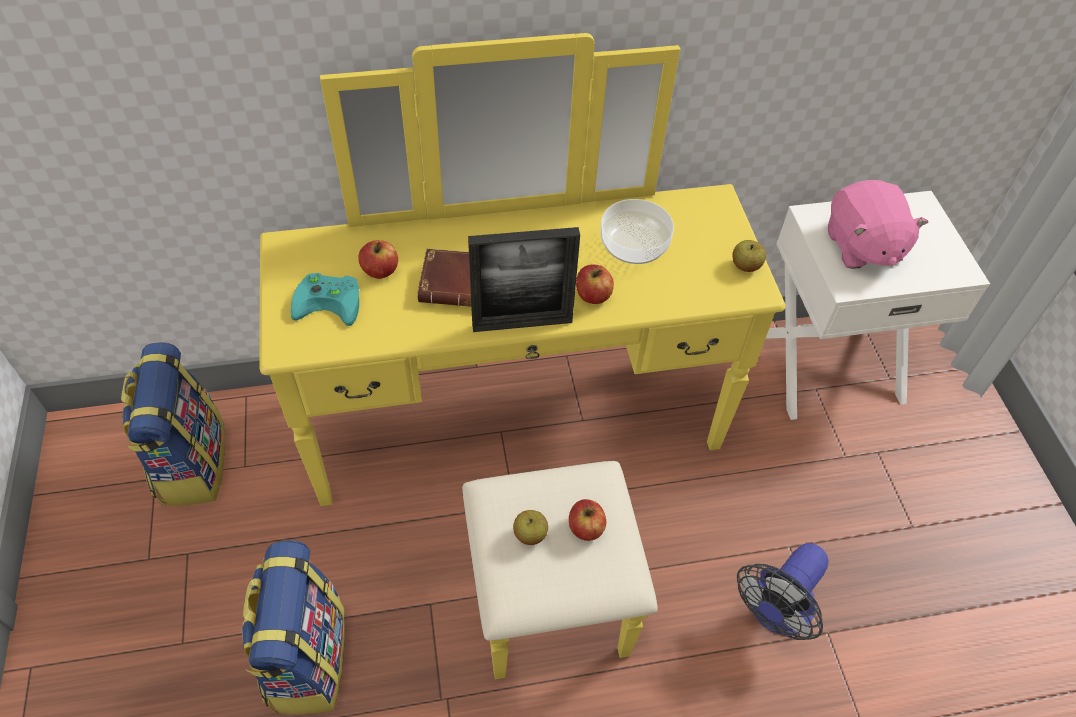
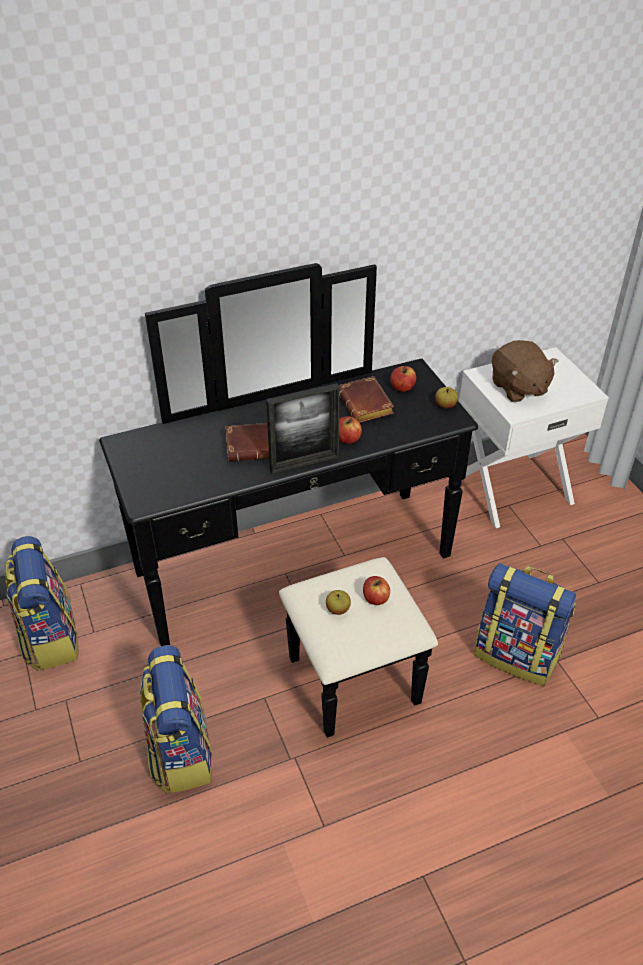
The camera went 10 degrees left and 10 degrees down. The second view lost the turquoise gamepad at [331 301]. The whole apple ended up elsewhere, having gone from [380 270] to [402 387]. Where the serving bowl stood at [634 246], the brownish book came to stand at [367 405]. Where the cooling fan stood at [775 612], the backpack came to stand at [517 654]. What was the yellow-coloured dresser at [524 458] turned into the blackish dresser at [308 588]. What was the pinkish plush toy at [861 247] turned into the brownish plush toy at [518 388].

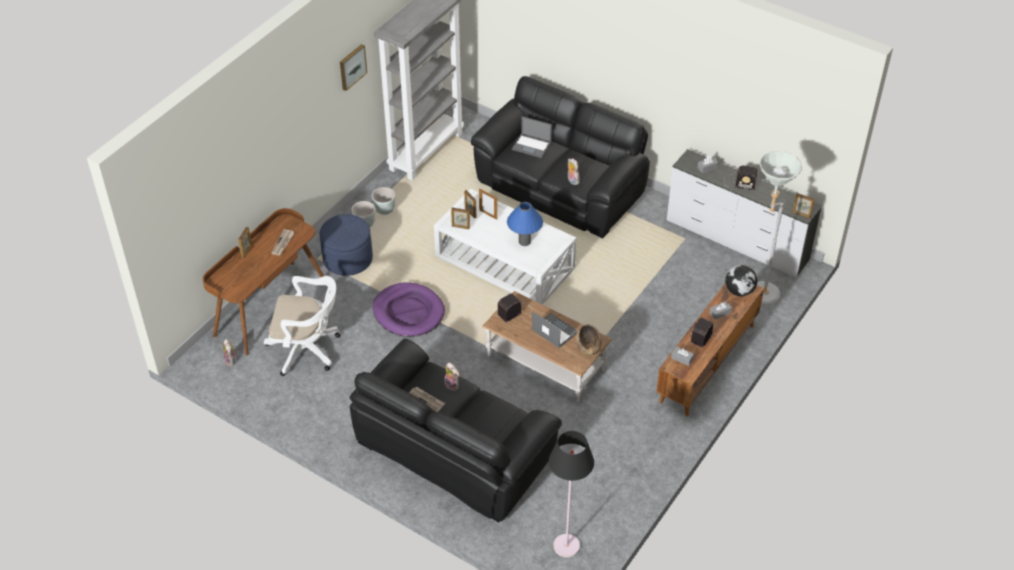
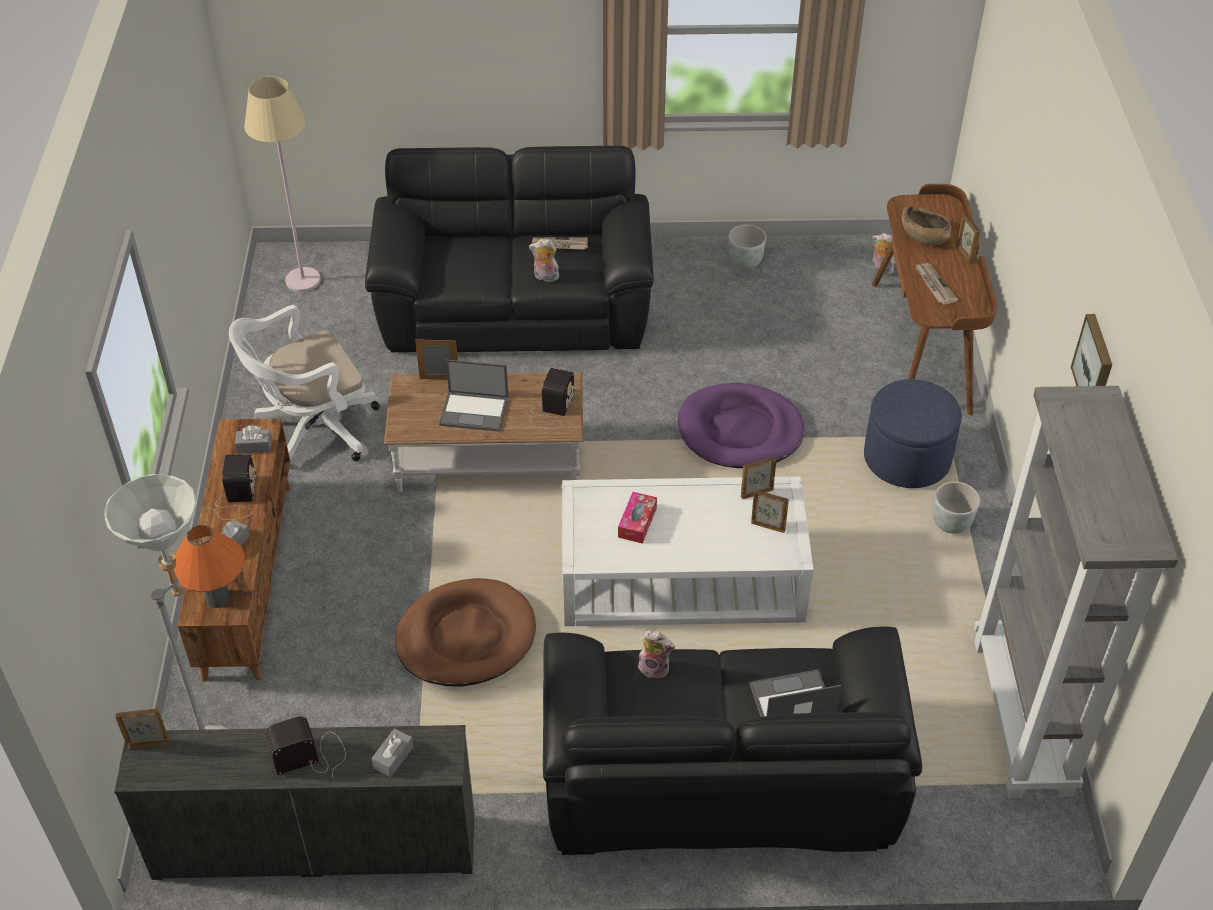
The camera went 145 degrees right and 0 degrees up. The second view gained the brownish dog bed at [466 637]. The white office chair ended up elsewhere, having gone from [308 350] to [312 430]. The grey planter ended up elsewhere, having gone from [385 209] to [745 262]. The picture frame ended up elsewhere, having gone from [488 215] to [439 379]. The brownish serving bowl ended up elsewhere, having gone from [588 346] to [923 235]. Where the blue-coloured tabletop lamp stood at [524 241], the tissue holder came to stand at [637 522]. Where the globe stood at [739 291], the orange-coloured tabletop lamp came to stand at [218 598]. What was the blackish floor lamp at [566 546] turned into the beige floor lamp at [303 280]. What was the white dresser at [737 240] turned into the blackish dresser at [315 846].

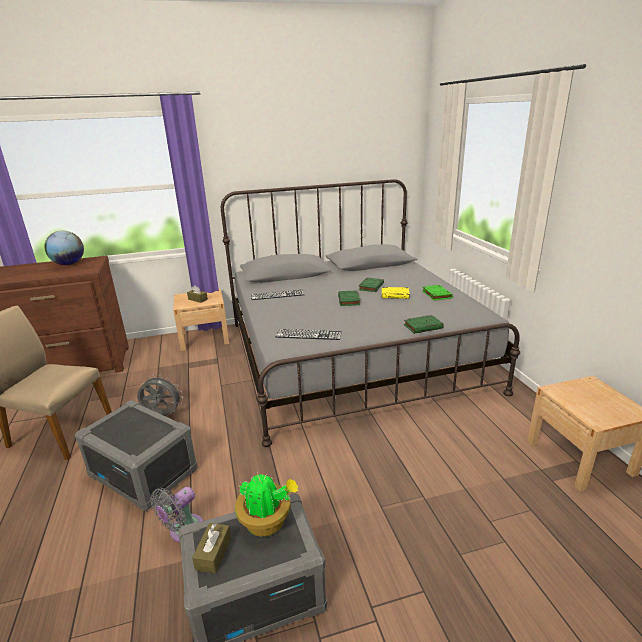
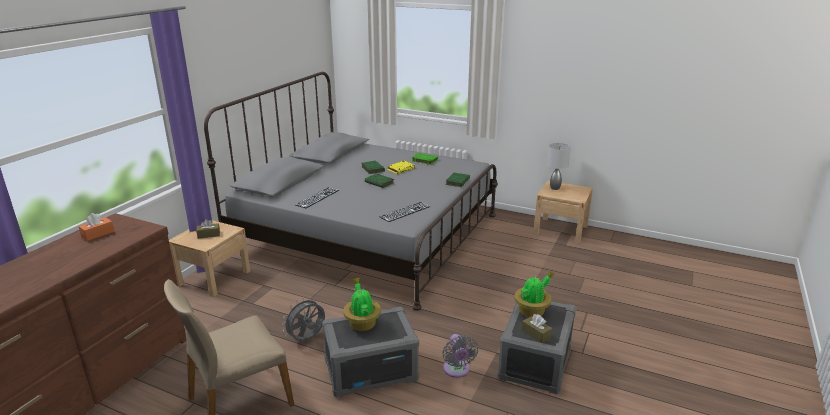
The camera went 50 degrees left and 0 degrees up. The second view gained the potted plant at [362 323]. The second view gained the grey tabletop lamp at [555 188]. Where the globe stood at [69 264], the orange-coloured tissue holder came to stand at [98 234].

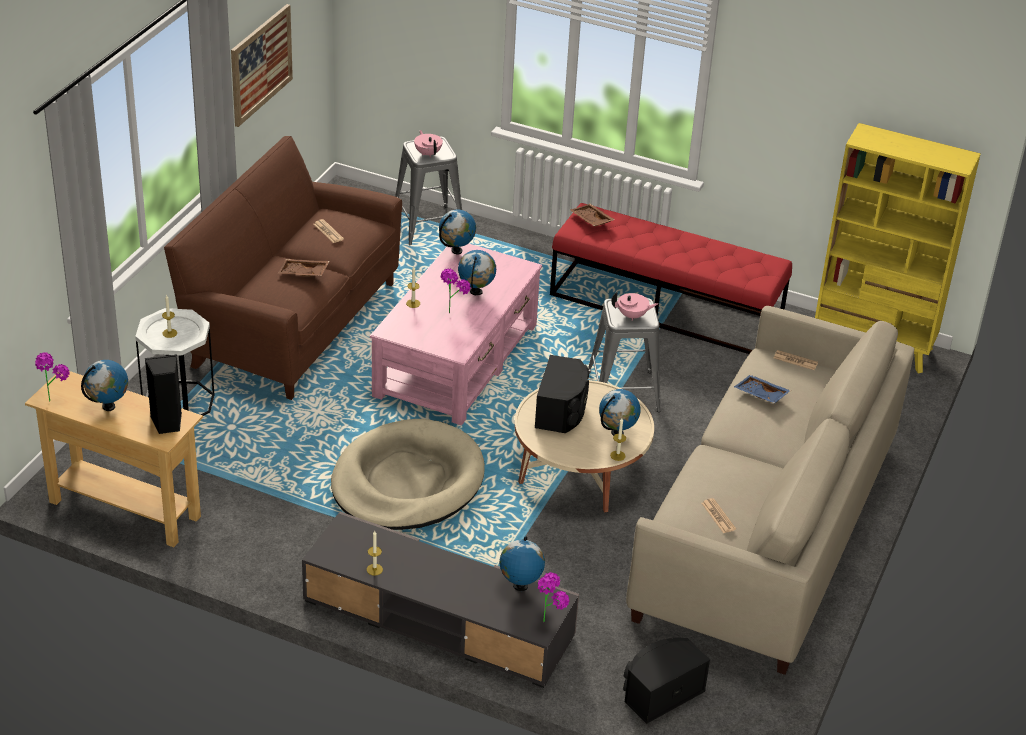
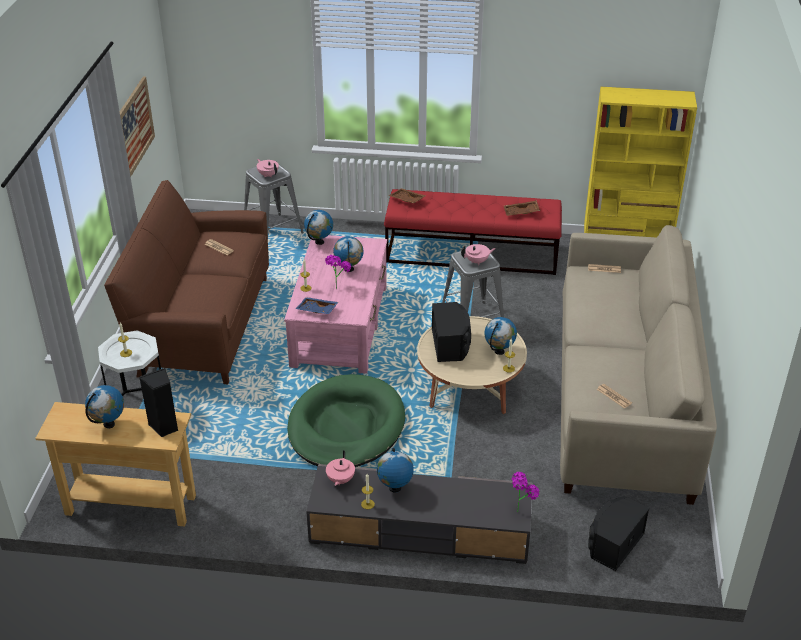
The camera went 15 degrees left and 0 degrees up. The second view lost the potted plant at [53 397]. The second view gained the pinkish pot for tea at [340 480]. The brownish carrying tray ended up elsewhere, having gone from [303 273] to [521 213]. The globe ended up elsewhere, having gone from [520 586] to [395 488]. The blue-coloured carrying tray ended up elsewhere, having gone from [760 395] to [316 310]. What was the beige dog bed at [407 482] turned into the greenish dog bed at [346 427].

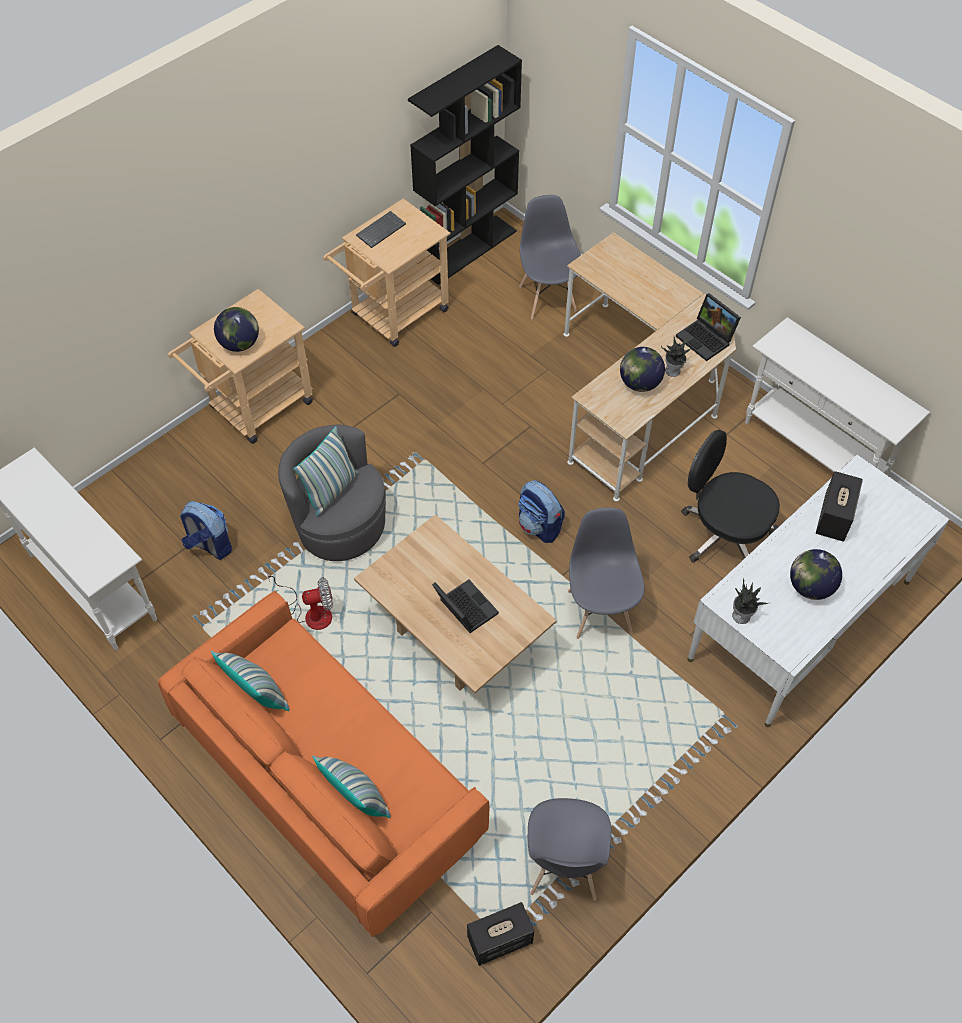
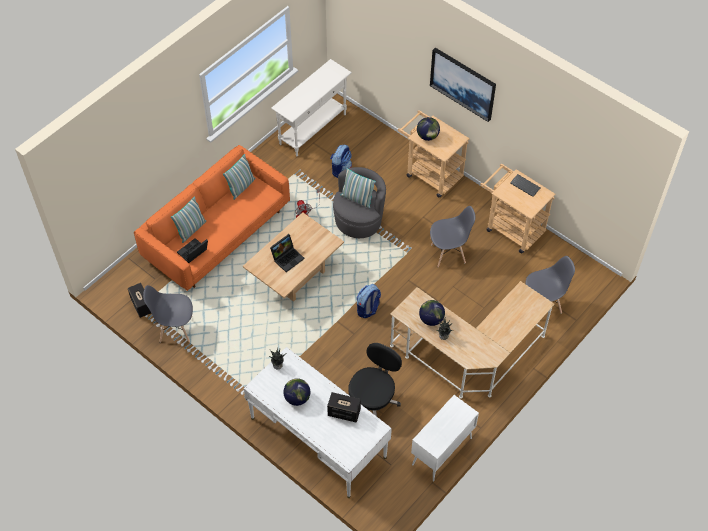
The camera went 85 degrees right and 0 degrees up. The second view lost the blackish bookcase at [467 249]. The second view gained the picture at [463 83]. The grey plain chair ended up elsewhere, having gone from [600 611] to [448 253]. The portable computer ended up elsewhere, having gone from [707 339] to [193 253]. Where the white narrow table stood at [814 450], the white storage cabinet came to stand at [441 452].

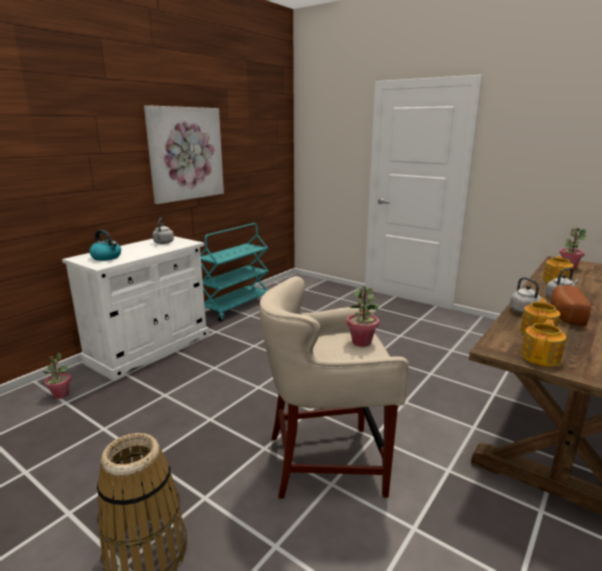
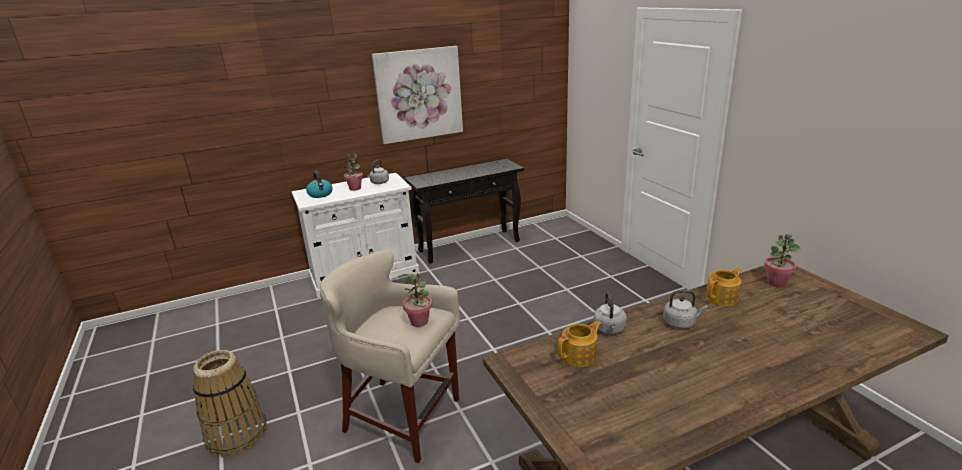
The camera went 30 degrees right and 5 degrees up. The second view lost the pot for tea at [541 357]. The second view lost the bakery bread at [564 315]. The potted plant ended up elsewhere, having gone from [61 395] to [355 188]. Where the turquoise wheeled cart stood at [236 306], the blackish narrow table came to stand at [470 246].

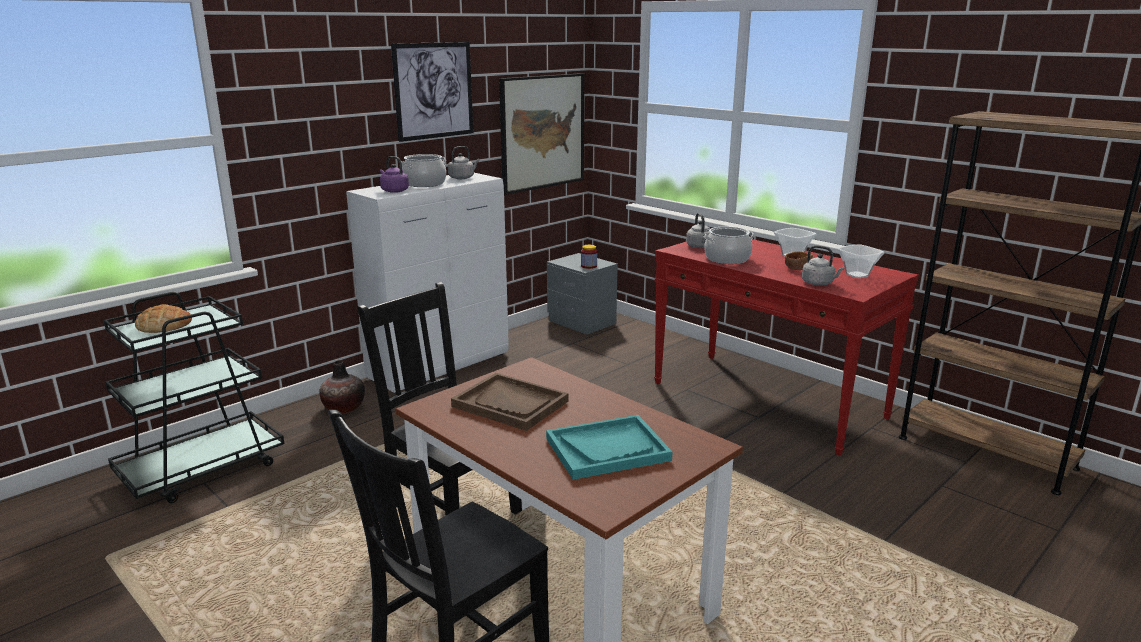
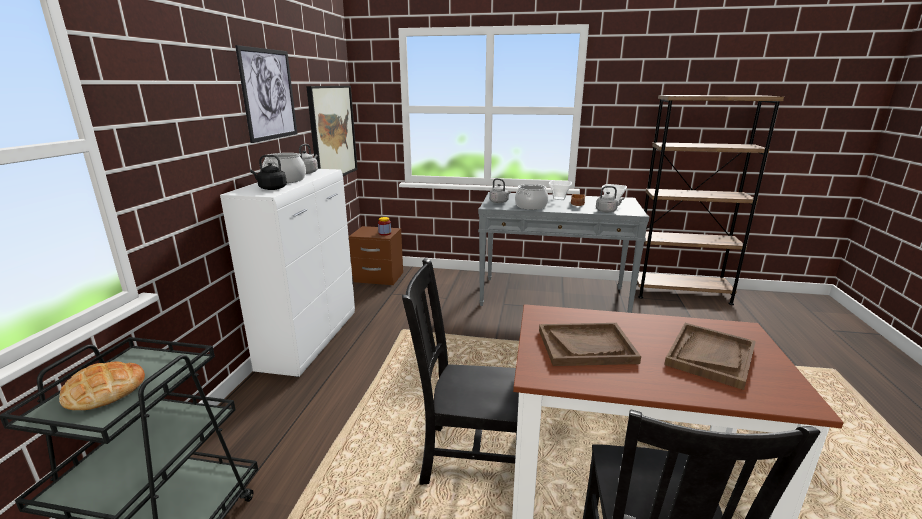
The camera went 35 degrees left and 0 degrees up. The second view lost the flower vase at [344 408]. What was the purplish tea kettle at [394 191] turned into the blackish tea kettle at [271 188]. What was the turquoise carrying tray at [607 449] turned into the brownish carrying tray at [710 356]. What was the grey nightstand at [581 322] turned into the brownish nightstand at [378 278]. What was the reddish narrow table at [768 400] turned into the grey narrow table at [553 296].

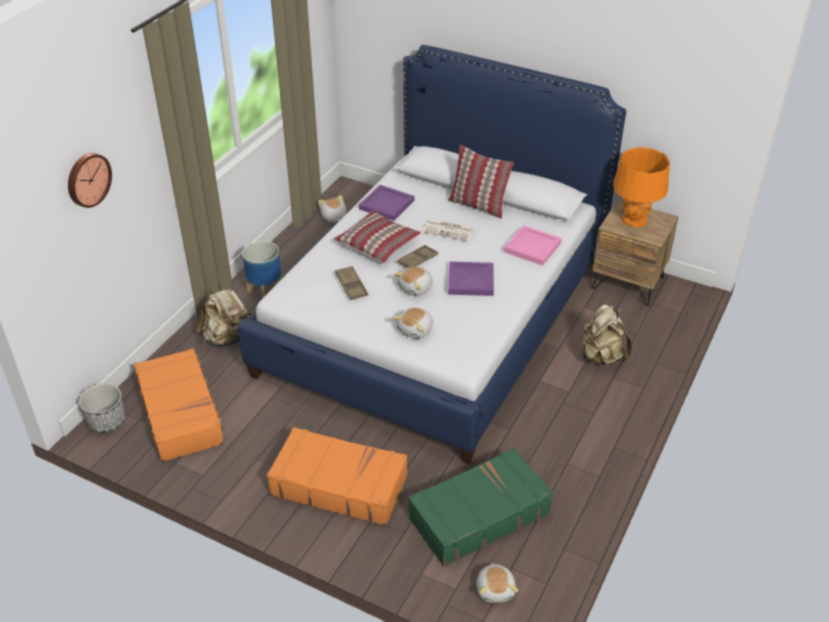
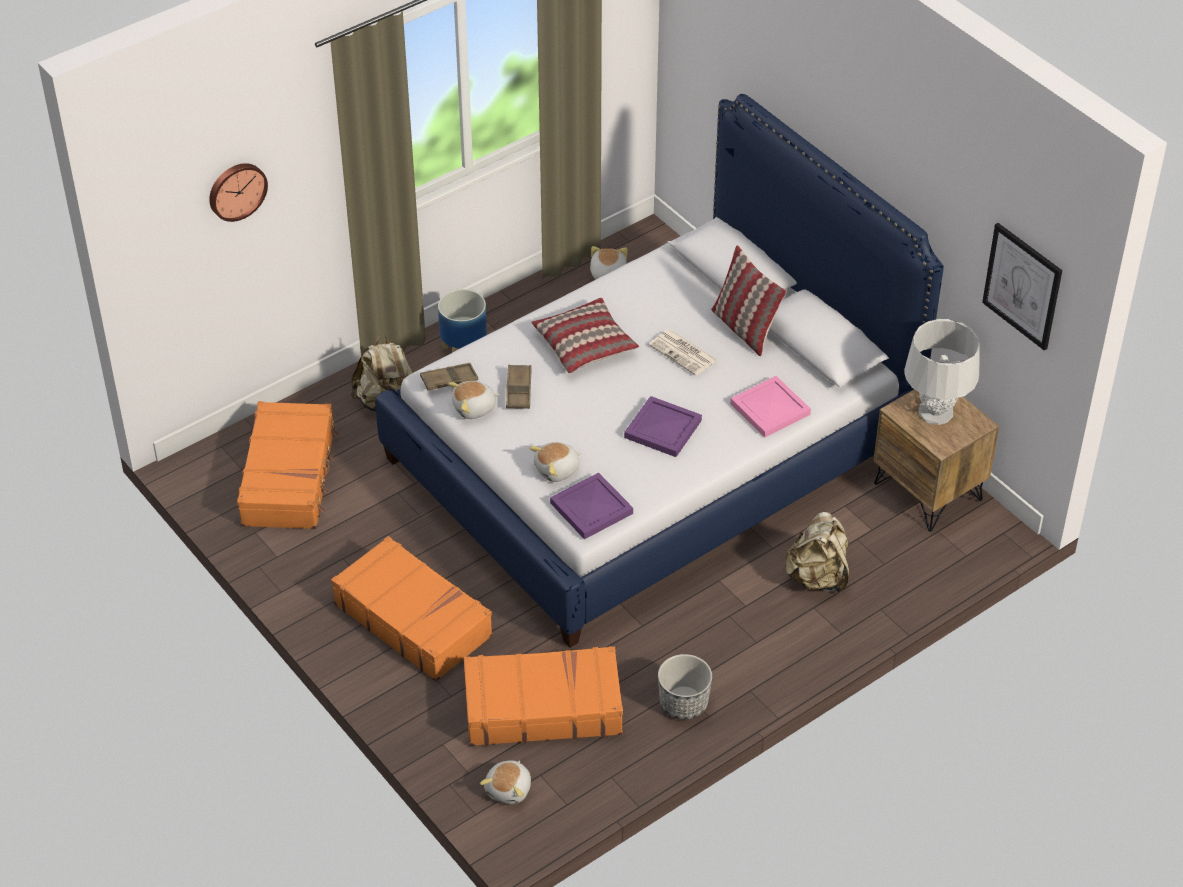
The camera went 25 degrees right and 5 degrees up. The second view gained the picture at [1022 286]. The planter ended up elsewhere, having gone from [107 422] to [683 703]. The purplish carrying tray ended up elsewhere, having gone from [387 205] to [591 509]. The plush toy ended up elsewhere, having gone from [416 288] to [474 408]. The brownish carrying tray ended up elsewhere, having gone from [417 260] to [449 380]. What was the greenish piece of luggage at [478 515] turned into the orange-coloured piece of luggage at [542 707]. What was the orange-coloured tabletop lamp at [634 220] turned into the grey tabletop lamp at [935 412].

